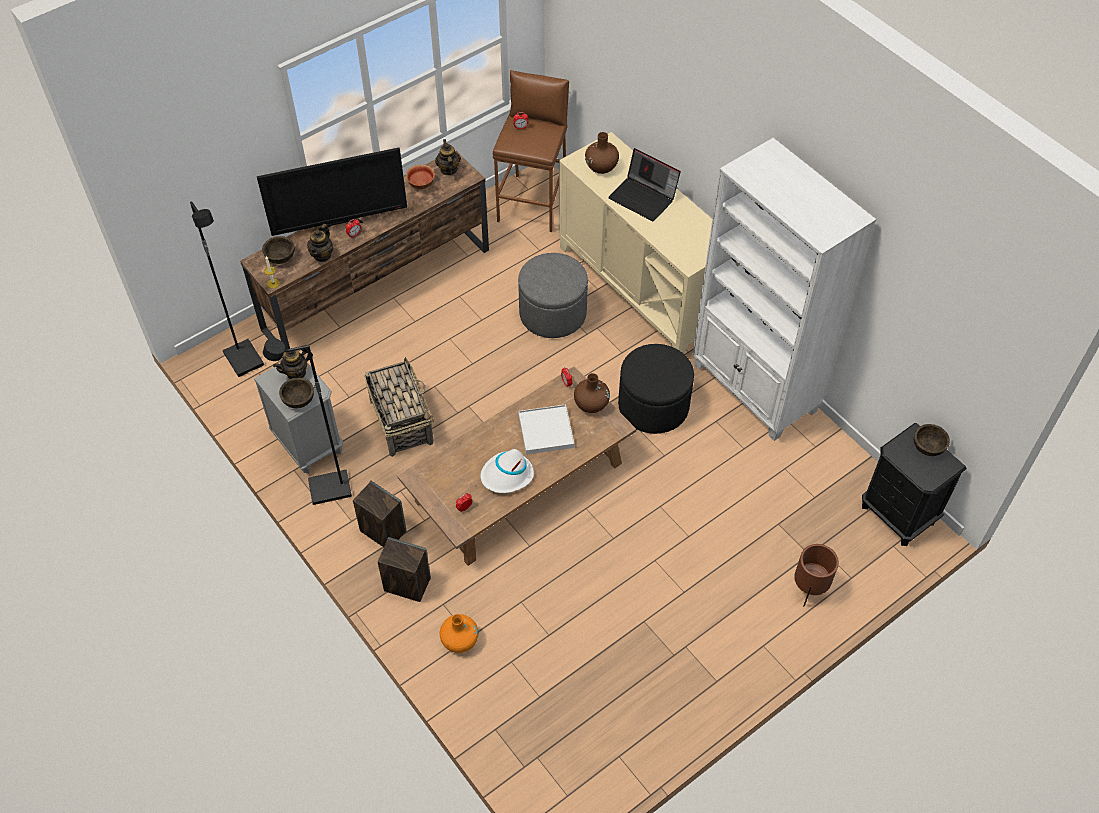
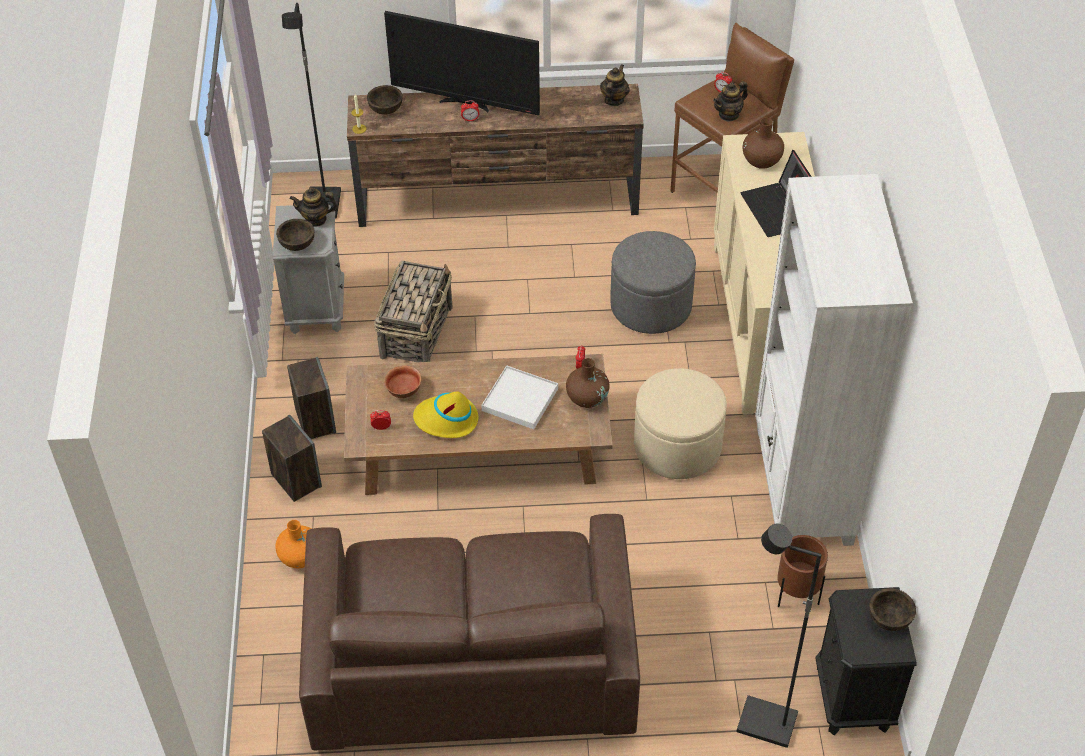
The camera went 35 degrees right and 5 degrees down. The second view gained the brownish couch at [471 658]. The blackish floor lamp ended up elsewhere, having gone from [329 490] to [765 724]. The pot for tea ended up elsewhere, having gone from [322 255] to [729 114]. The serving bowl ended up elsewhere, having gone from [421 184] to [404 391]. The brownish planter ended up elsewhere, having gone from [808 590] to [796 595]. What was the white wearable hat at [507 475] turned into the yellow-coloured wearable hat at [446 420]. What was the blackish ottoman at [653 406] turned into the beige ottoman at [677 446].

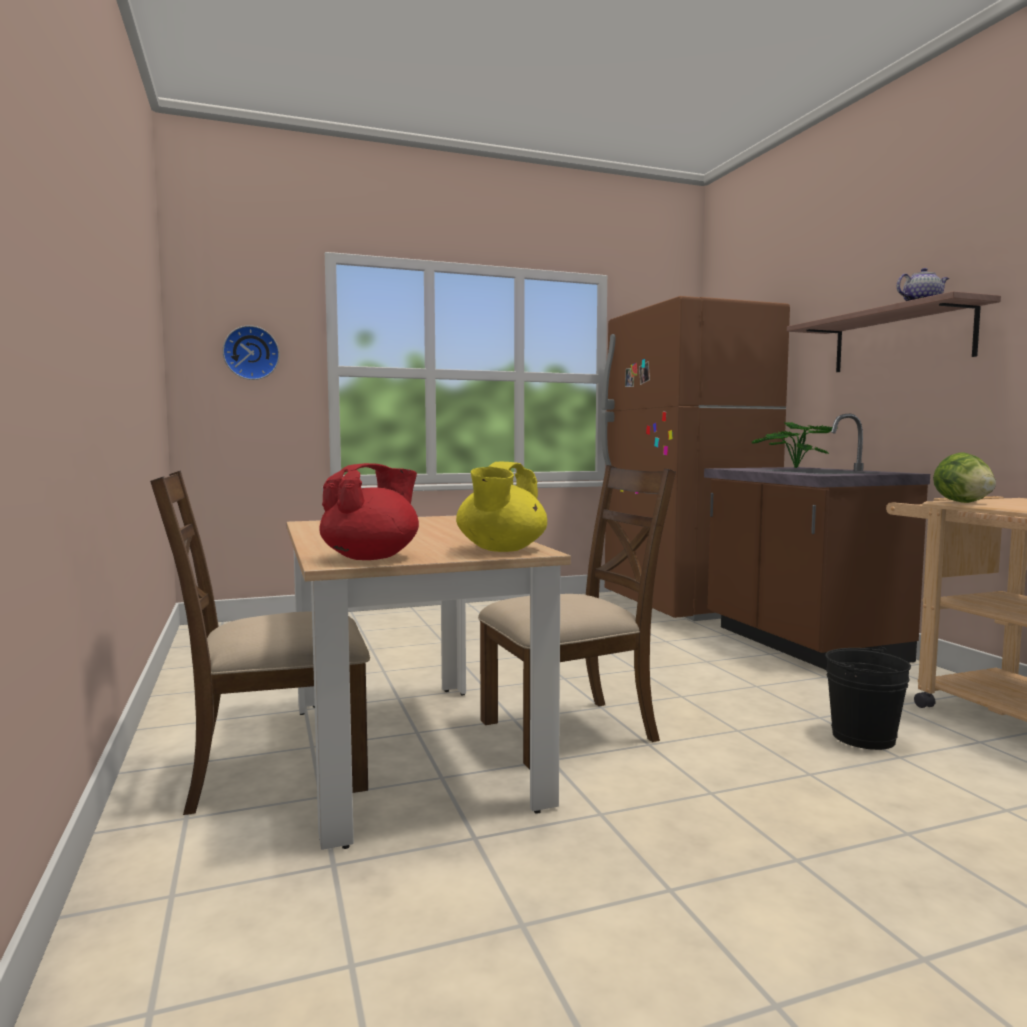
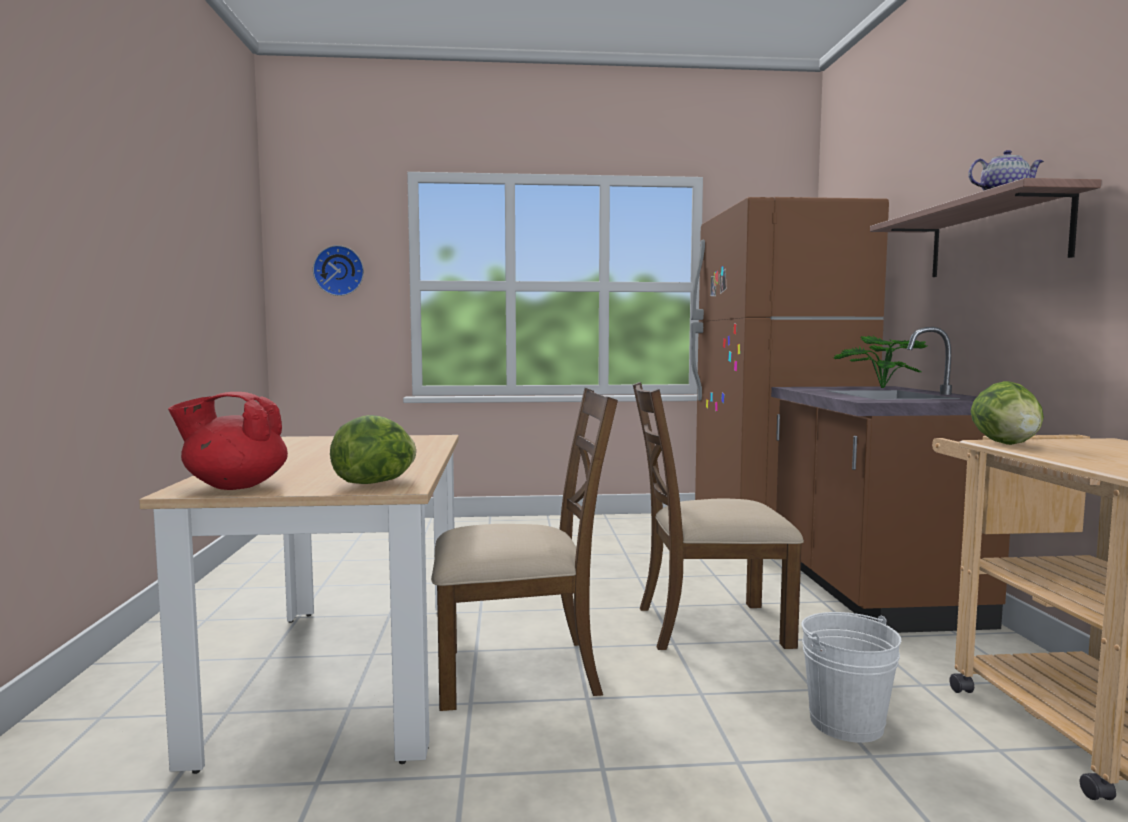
The camera went 15 degrees right and 0 degrees up. The brownish plain chair ended up elsewhere, having gone from [275 771] to [710 625]. Where the yellow-coloured pot for tea stood at [501 550], the head of lettuce came to stand at [376 482]. What was the blackish pail at [863 737] turned into the white pail at [846 722]. The reddish pot for tea at [372 557] ended up facing another way, 150 degrees counterclockwise from before.

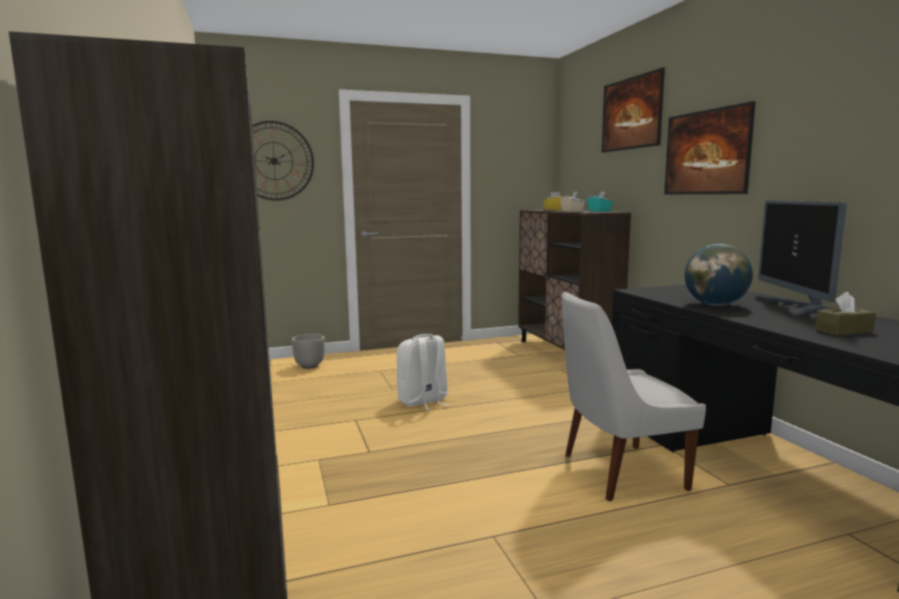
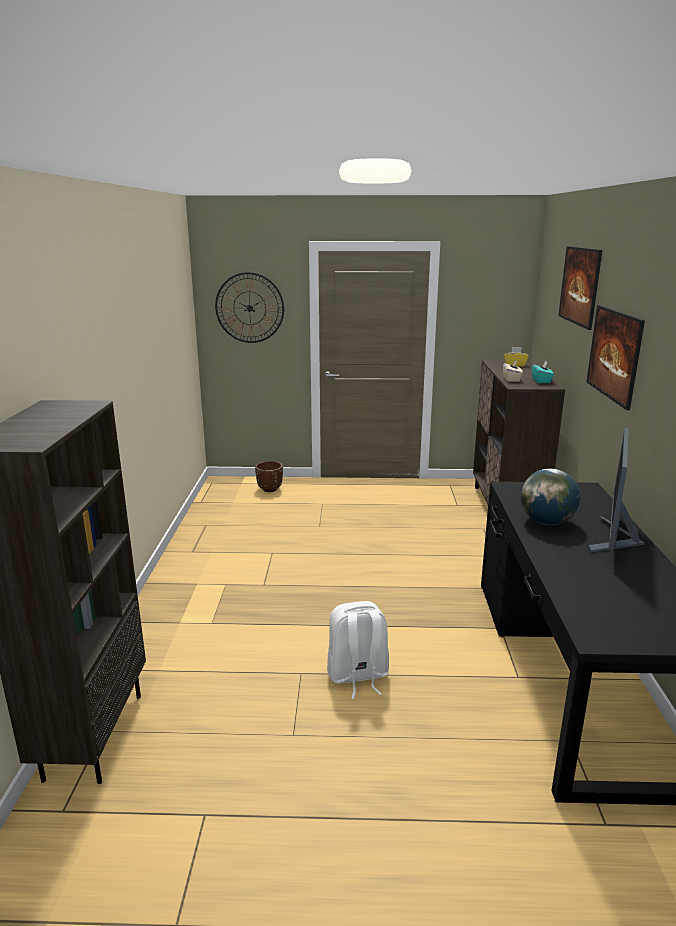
The camera went 20 degrees right and 10 degrees up. The second view lost the white plain chair at [618 472]. The second view lost the brownish tissue holder at [844 331]. The white backpack ended up elsewhere, having gone from [423 401] to [357 676]. What was the grey planter at [310 366] turned into the brownish planter at [270 489].

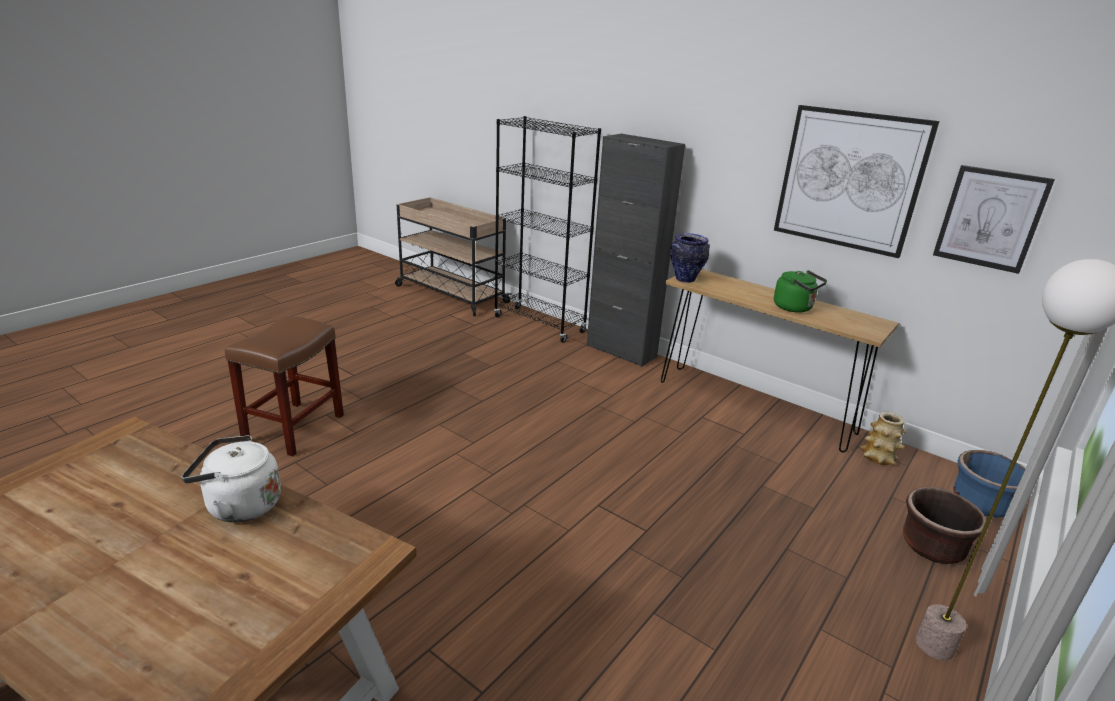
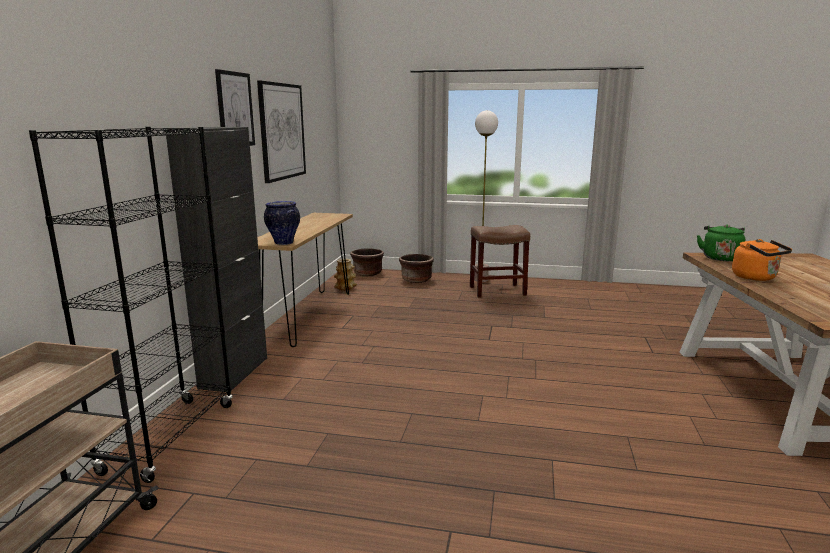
The camera went 115 degrees left and 10 degrees down. The brownish sitting stool ended up elsewhere, having gone from [294 429] to [497 291]. The greenish tea kettle ended up elsewhere, having gone from [795 308] to [720 258]. The picture ended up elsewhere, having gone from [990 218] to [235 109]. What was the white tea kettle at [239 506] turned into the orange-coloured tea kettle at [756 278]. What was the blue-coloured planter at [981 503] turned into the brownish planter at [367 273].

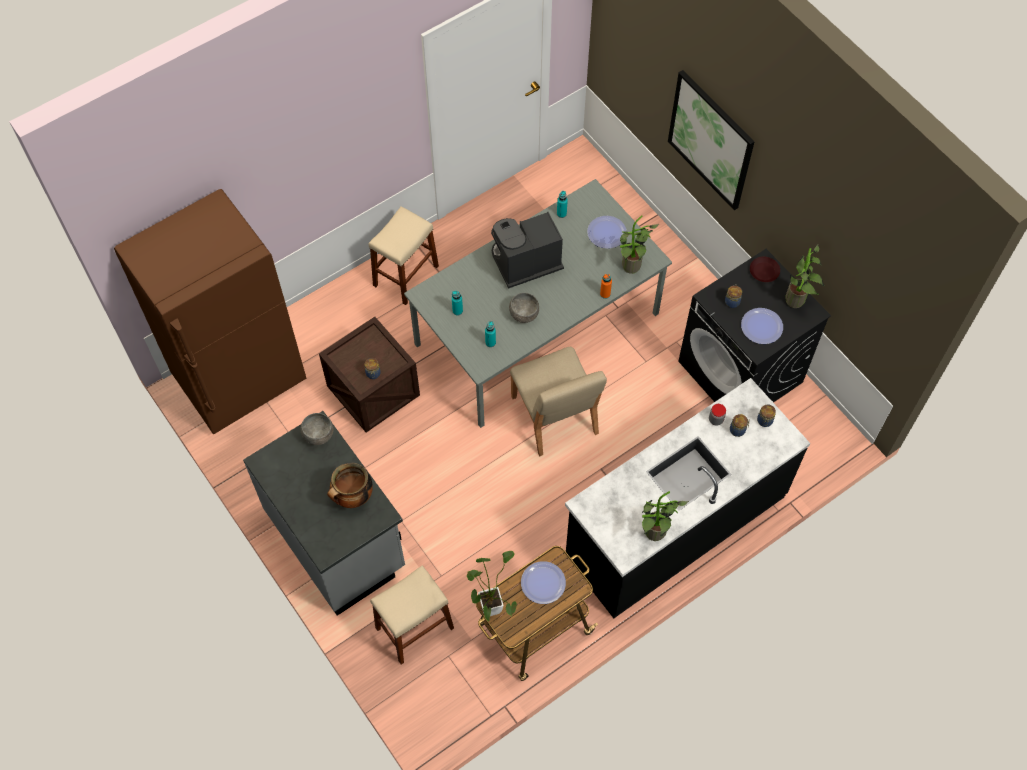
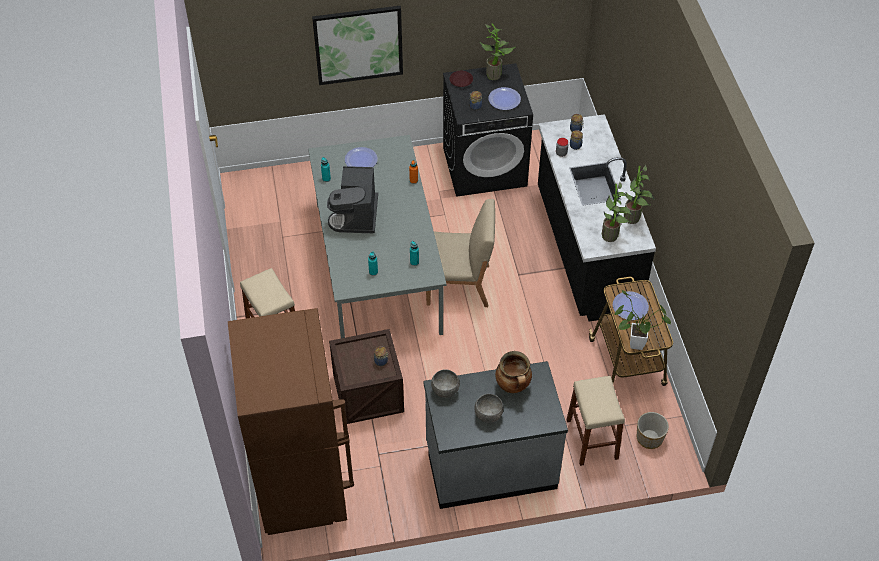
The camera went 65 degrees left and 10 degrees down. The second view gained the planter at [649 438]. The grey serving bowl ended up elsewhere, having gone from [523 315] to [488 415]. The potted plant ended up elsewhere, having gone from [631 268] to [612 236].

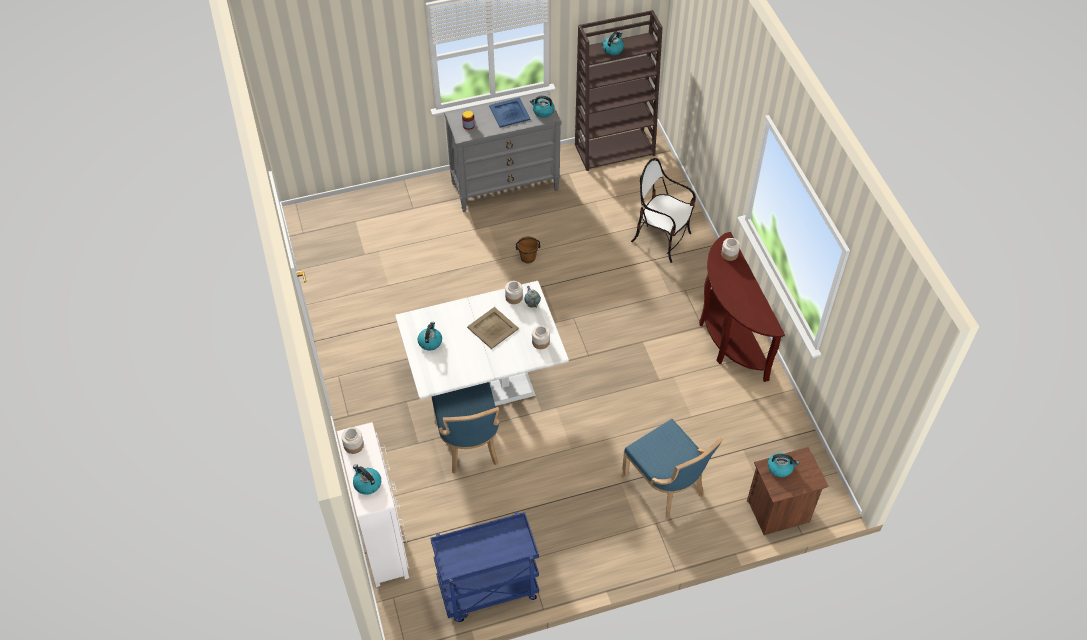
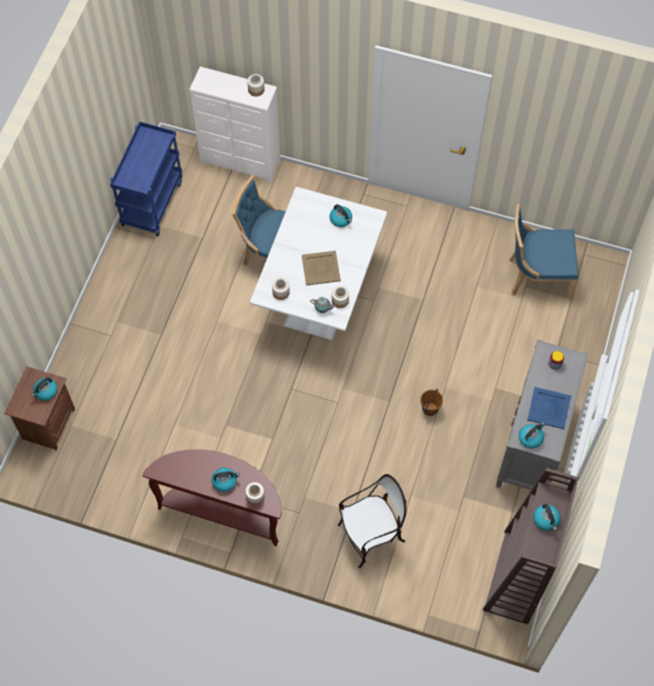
The camera went 125 degrees right and 10 degrees up. The tea kettle ended up elsewhere, having gone from [367 484] to [225 481]. The blue-coloured plain chair ended up elsewhere, having gone from [666 486] to [536 276].

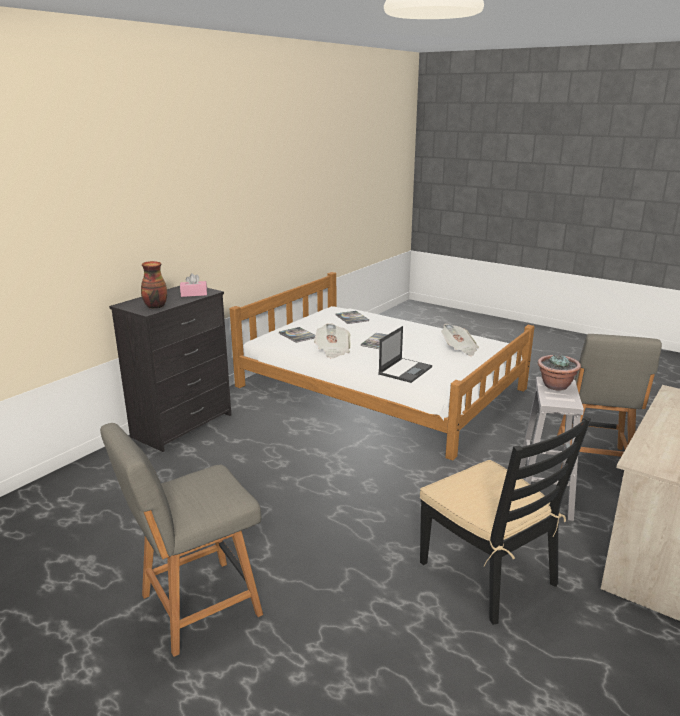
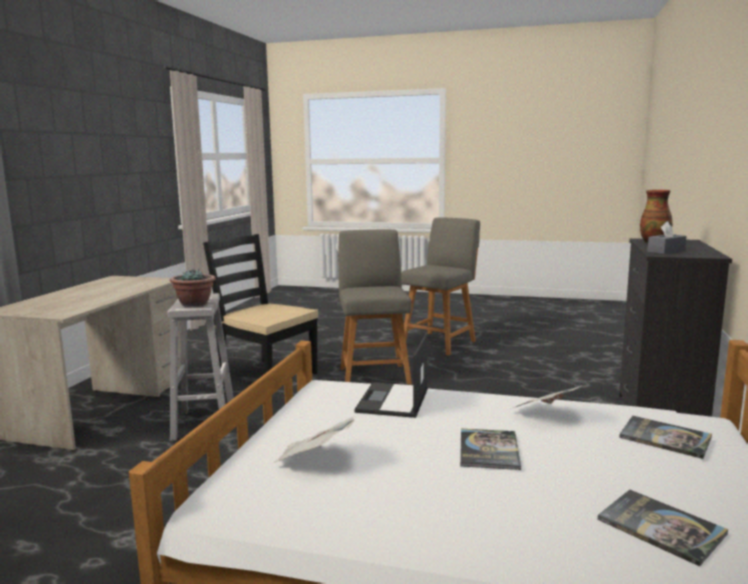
The camera went 160 degrees right and 10 degrees down. The grey plain chair ended up elsewhere, having gone from [592 462] to [374 376]. What was the pinkish tissue holder at [194 294] turned into the grey tissue holder at [666 251].

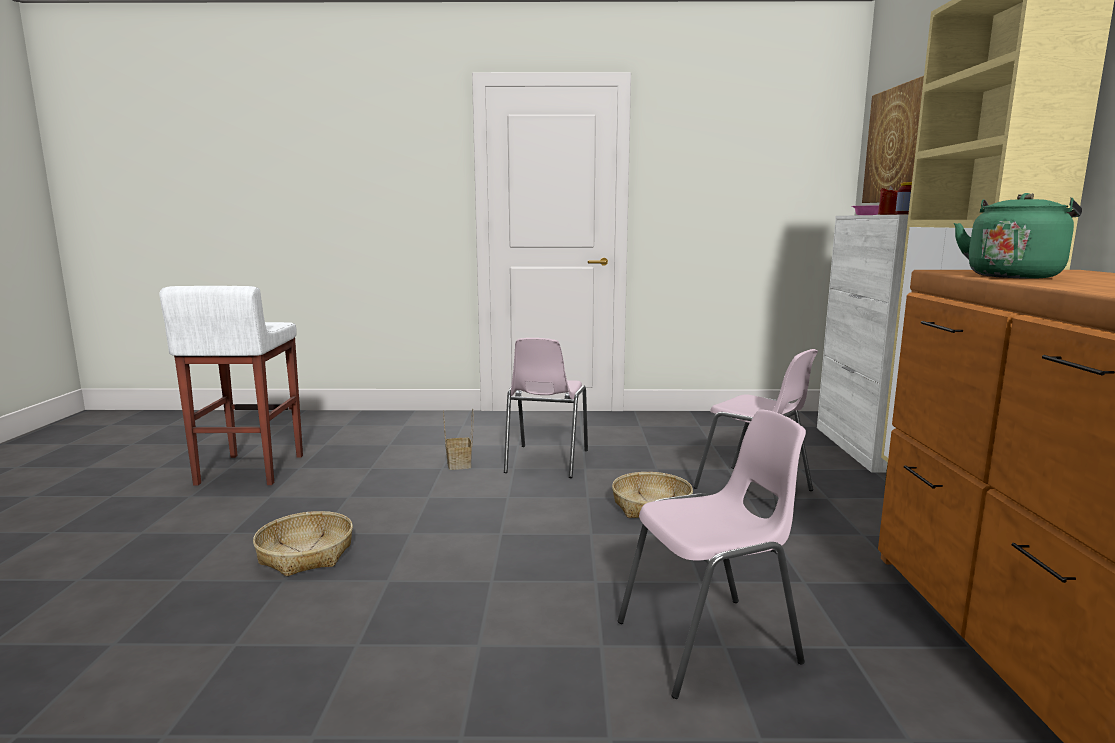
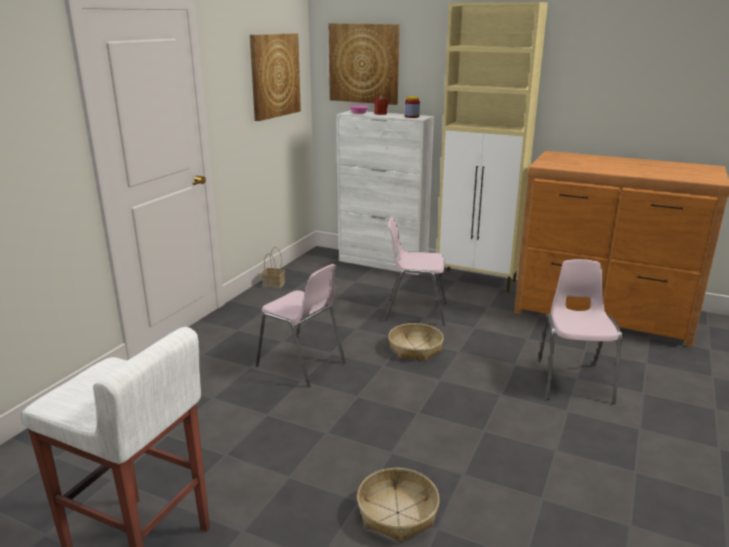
The camera went 65 degrees left and 10 degrees up. The second view lost the greenish tea kettle at [1013 276]. The second view gained the picture at [274 75]. The basket ended up elsewhere, having gone from [460 464] to [274 284]. The pinkish plain chair at [754 490] ended up facing another way, 150 degrees counterclockwise from before.

